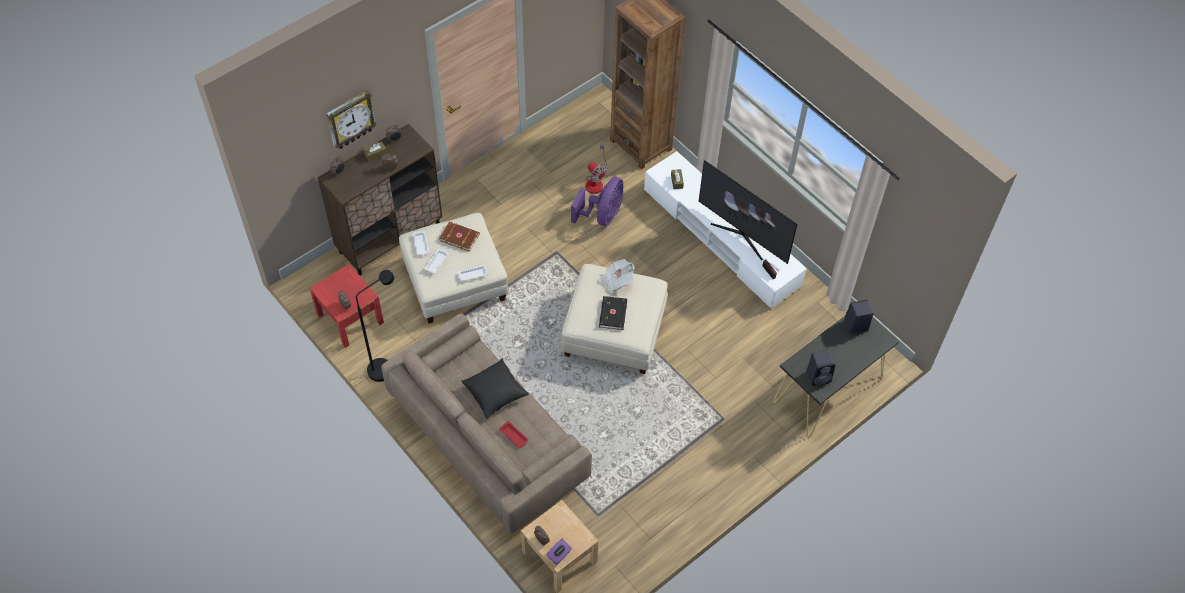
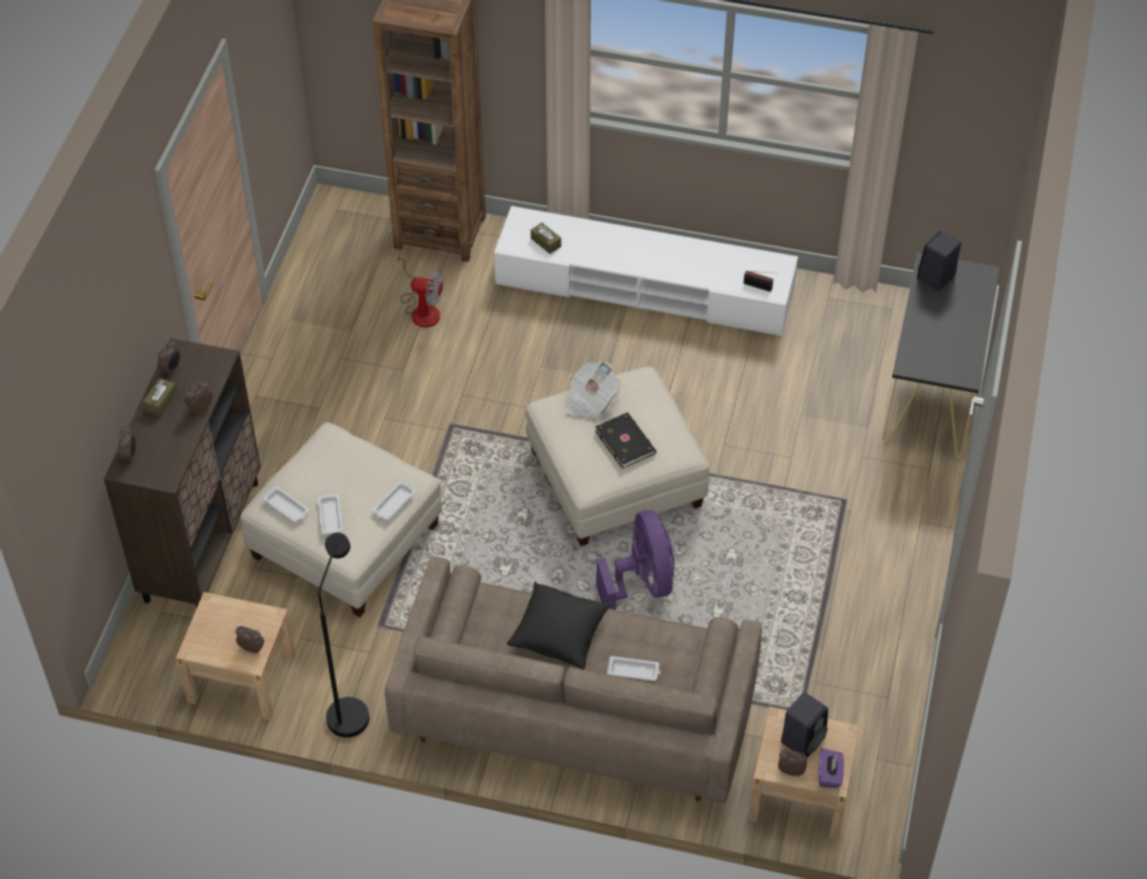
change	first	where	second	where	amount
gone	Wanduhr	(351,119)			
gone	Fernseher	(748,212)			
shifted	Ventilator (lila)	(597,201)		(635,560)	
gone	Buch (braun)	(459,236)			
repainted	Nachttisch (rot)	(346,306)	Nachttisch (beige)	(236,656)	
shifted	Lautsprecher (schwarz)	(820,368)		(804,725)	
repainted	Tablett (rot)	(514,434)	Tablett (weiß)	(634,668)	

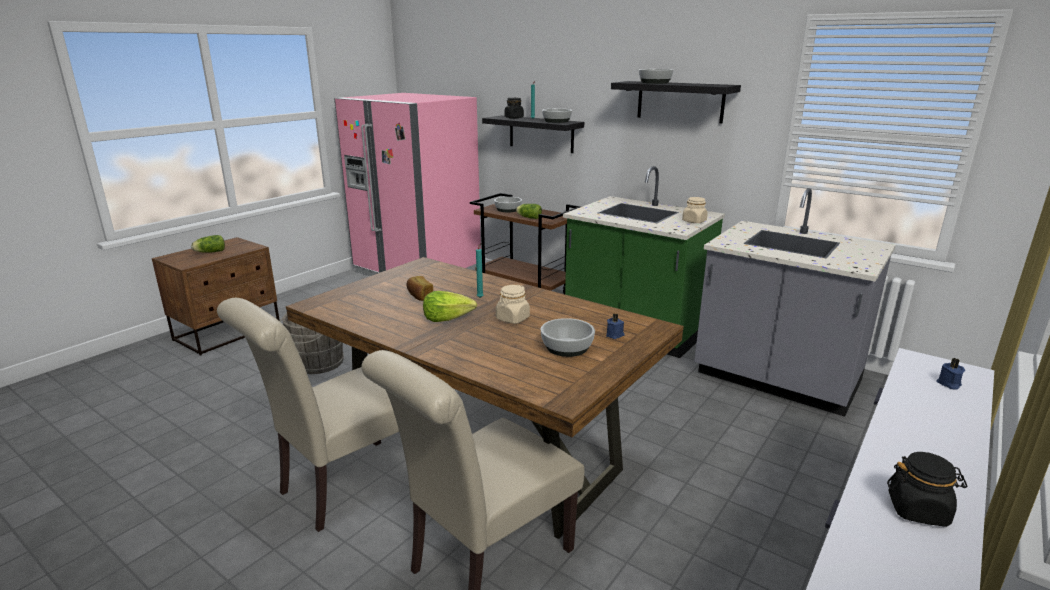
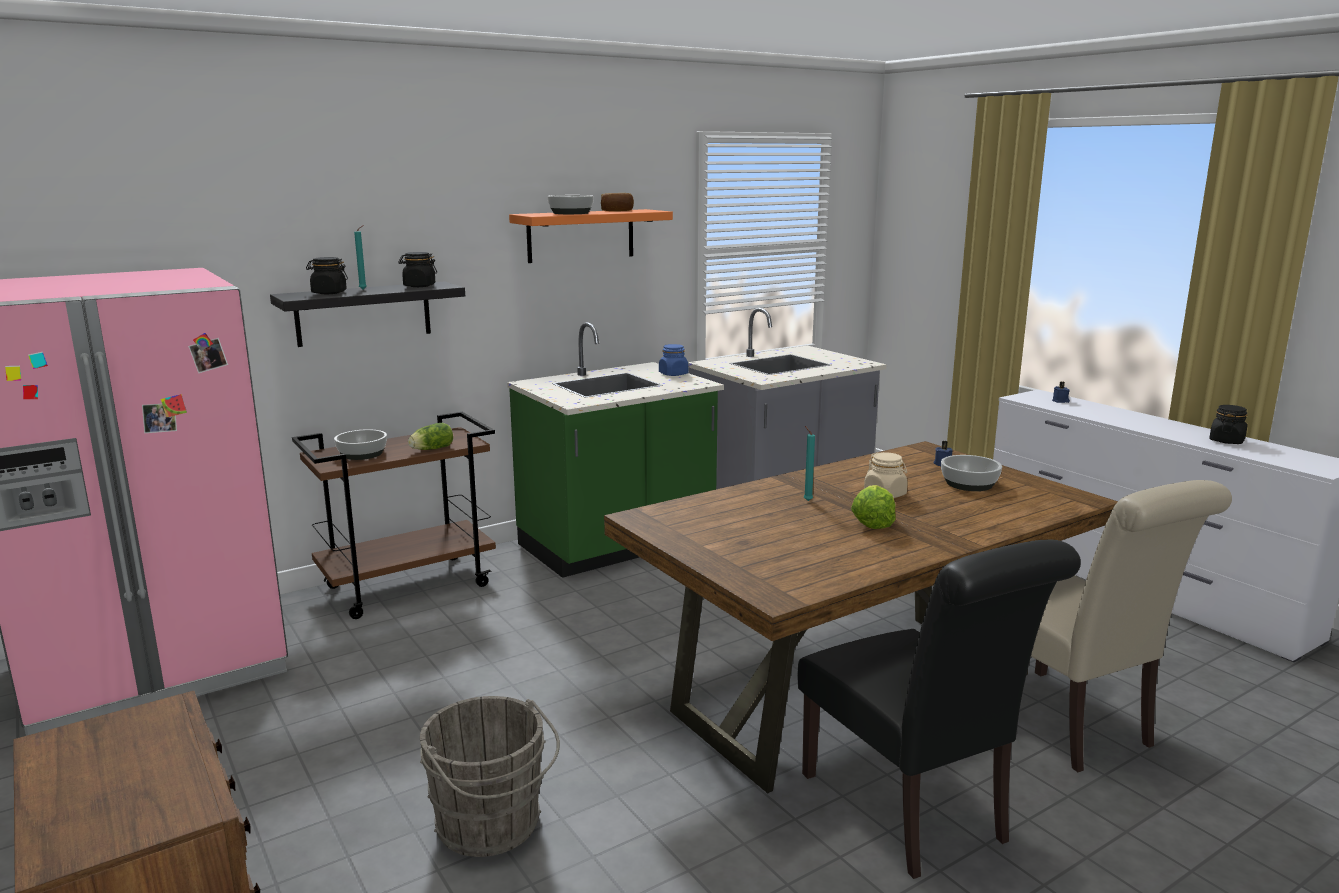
change	first	where	second	where	amount
repainted	Wandregal (schwarz)	(676,102)	Wandregal (orange)	(591,236)	
swapped	Schüssel	(557,116)	Vorratsglas (schwarz)	(417,269)	
repainted	Vorratsglas (beige)	(695,210)	Vorratsglas (blau)	(674,360)	
gone	Salatkopf	(208,244)			
shifted	Brot	(420,288)		(617,202)	
repainted	Stuhl (beige)	(308,415)	Stuhl (schwarz)	(939,709)	

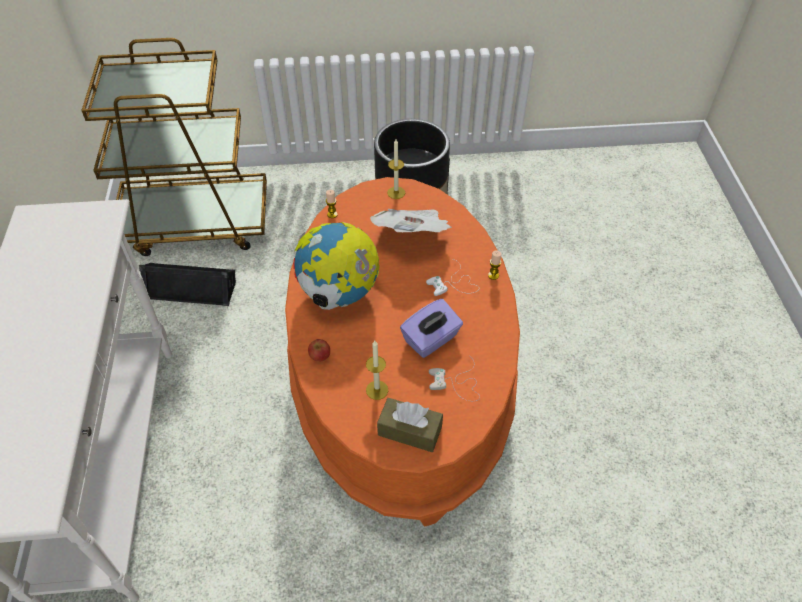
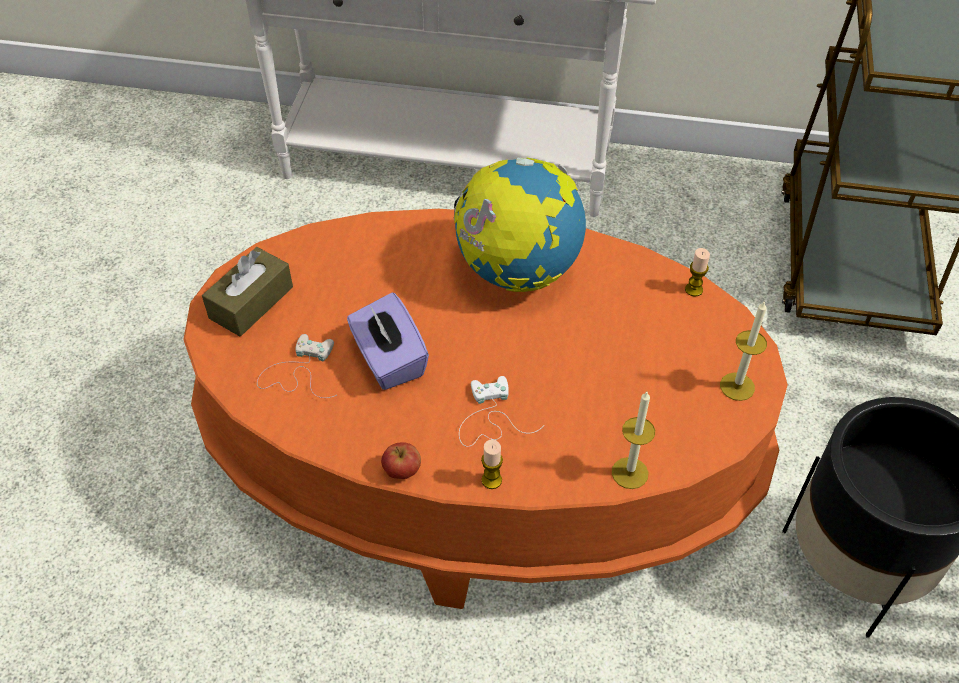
change	first	where	second	where	amount
gone	Zeitung	(411,220)			
gone	Lautsprecher (schwarz)	(187,284)			
shifted	Apfel	(319,350)		(401,461)	
shifted	Kerze	(377,370)		(633,440)	

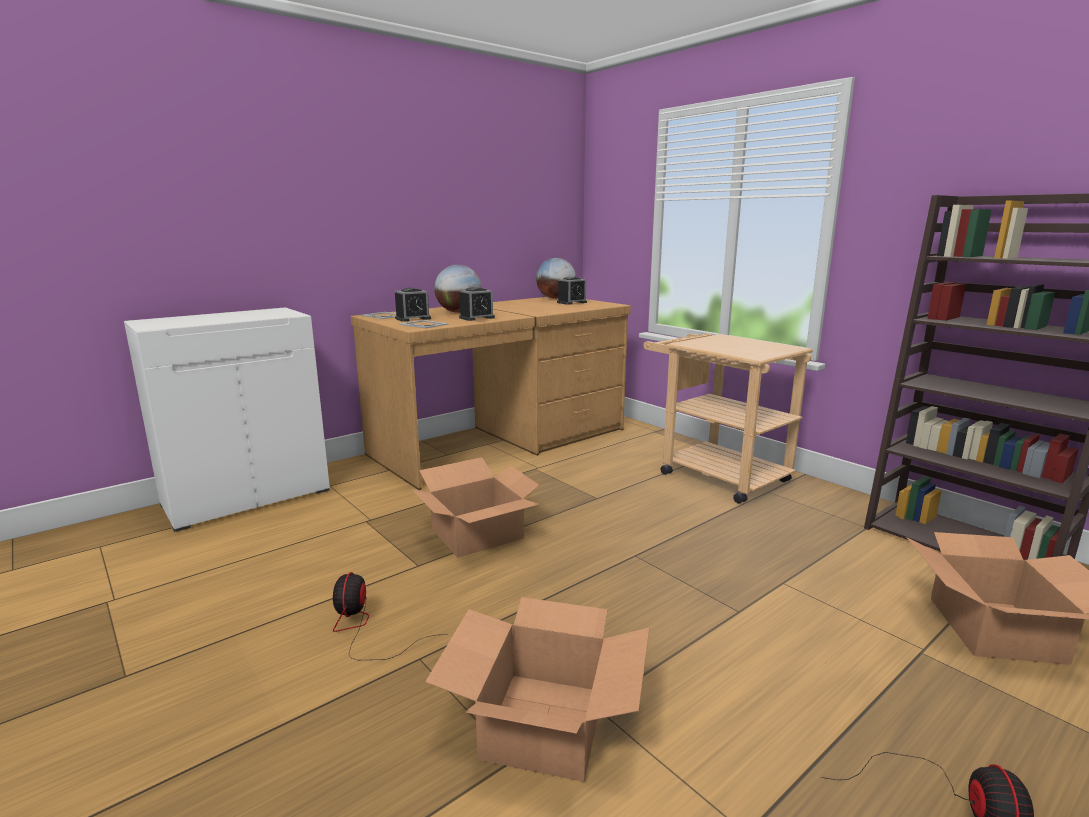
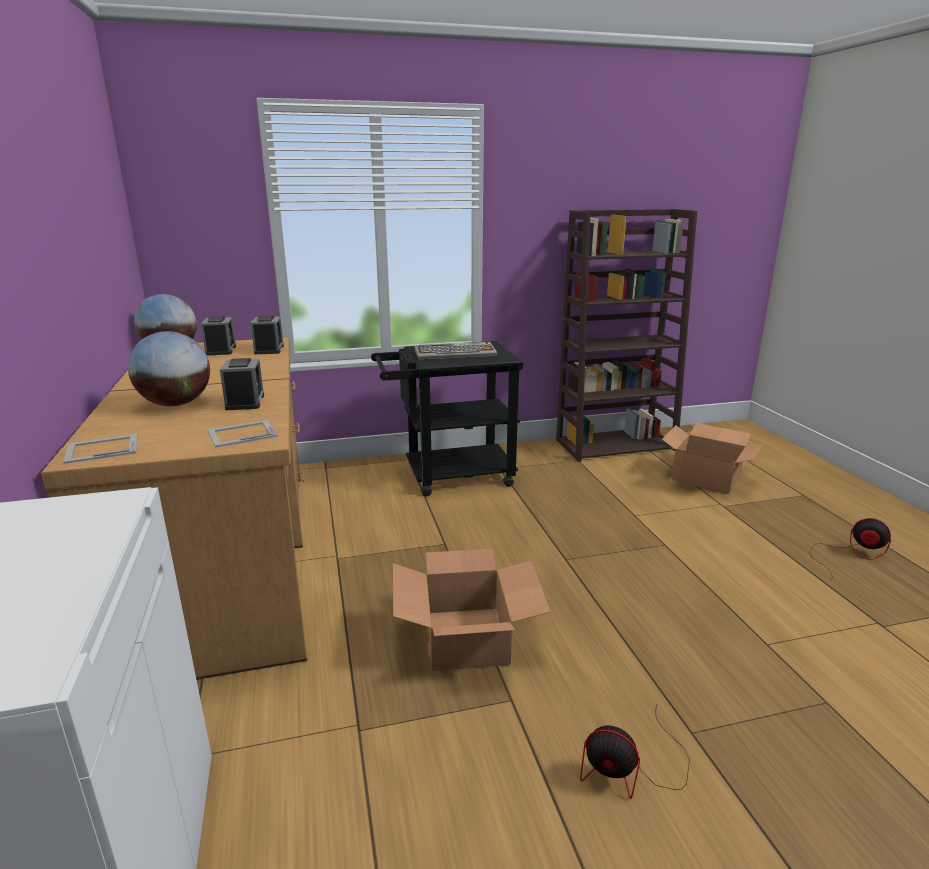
change	first	where	second	where	amount
shifted	Wecker	(413,304)		(267,335)	
repainted	Rollwagen (beige)	(728,418)	Rollwagen (schwarz)	(447,418)	
gone	Karton	(537,689)			
new			Tastatur	(455,351)	

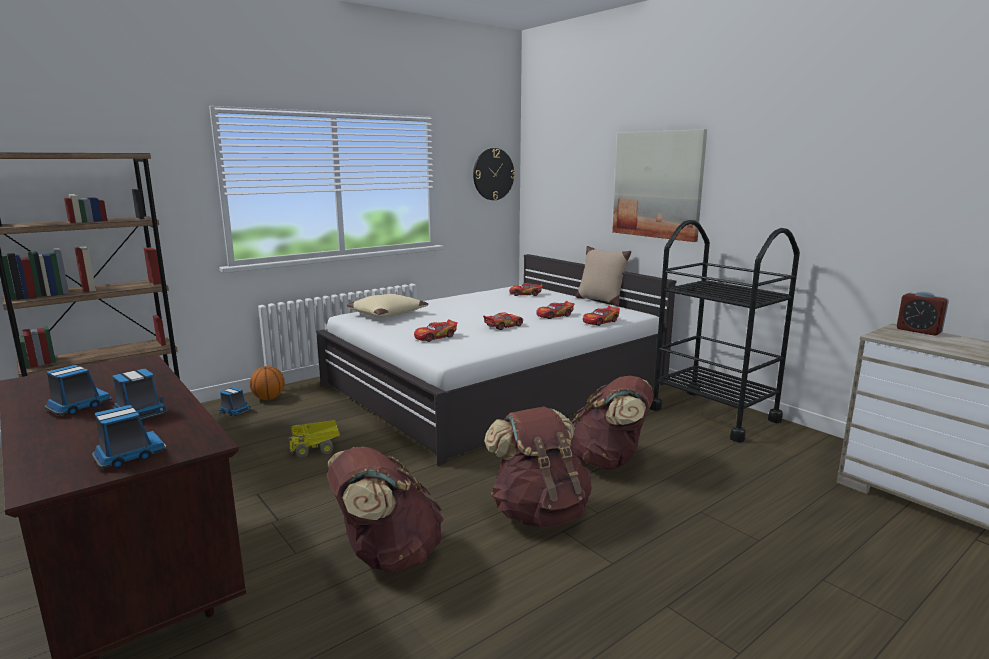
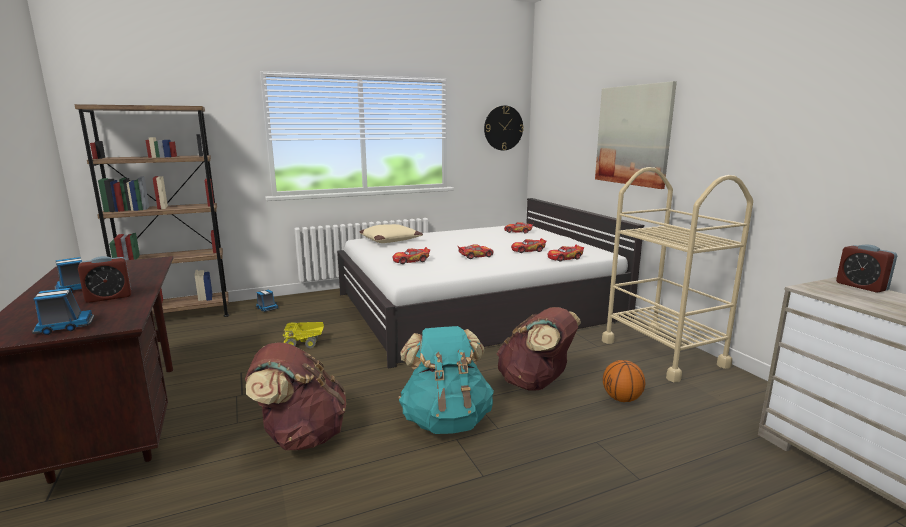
change	first	where	second	where	amount
repainted	Rollwagen (schwarz)	(725,331)	Rollwagen (beige)	(677,274)	
gone	Kissen (beige)	(603,276)			
shifted	Basketball	(267,383)		(624,381)	
swapped	Spielzeuglaster	(139,395)	Wecker	(104,279)	
repainted	Rucksack (braun)	(538,467)	Rucksack (türkis)	(446,380)	

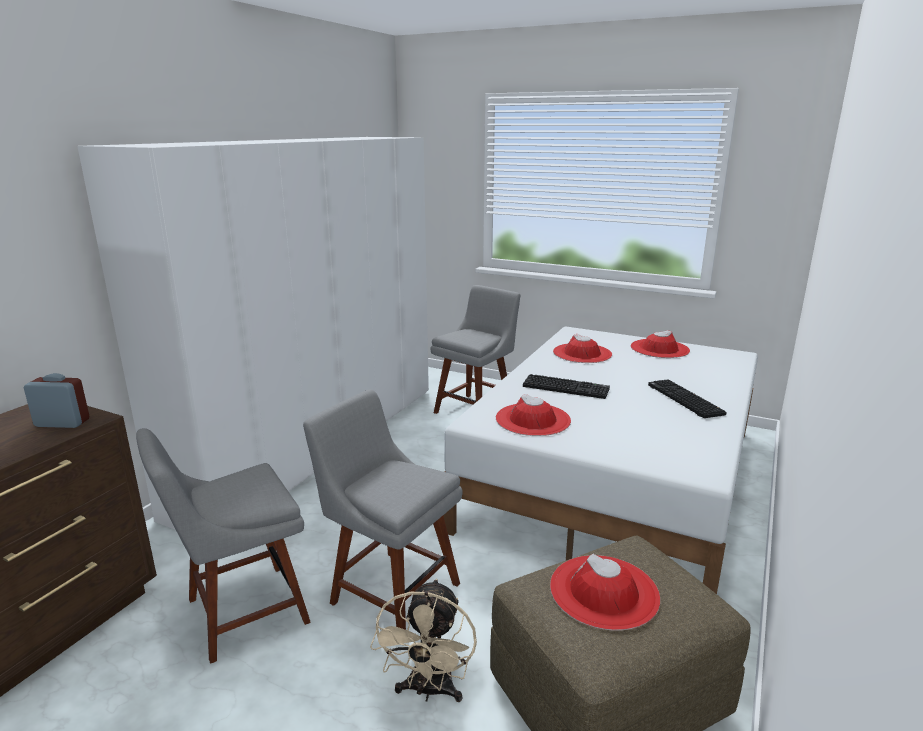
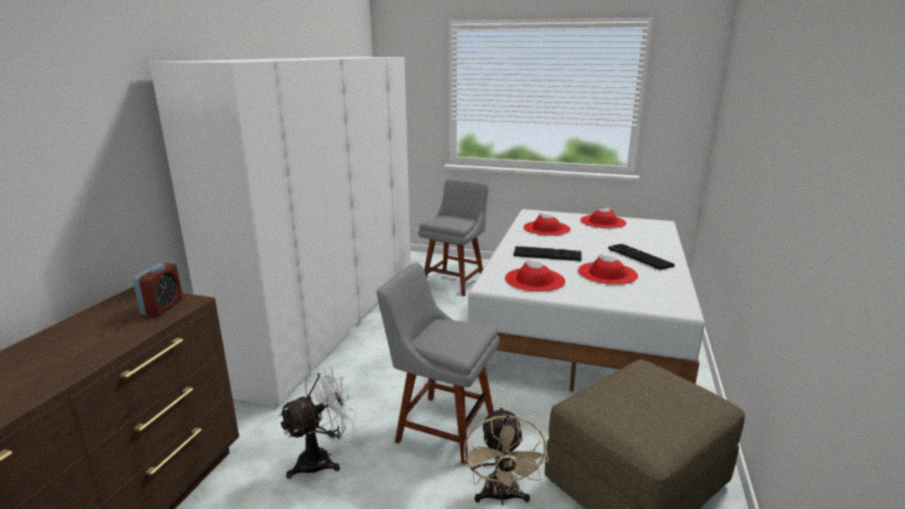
change	first	where	second	where	amount
rotated	Wecker	(56,400)		(158,289)	105 degrees clockwise
swapped	Stuhl (grau)	(223,546)	Ventilator (weiß)	(318,422)	
shifted	Hut (rot)	(605,592)		(608,269)	

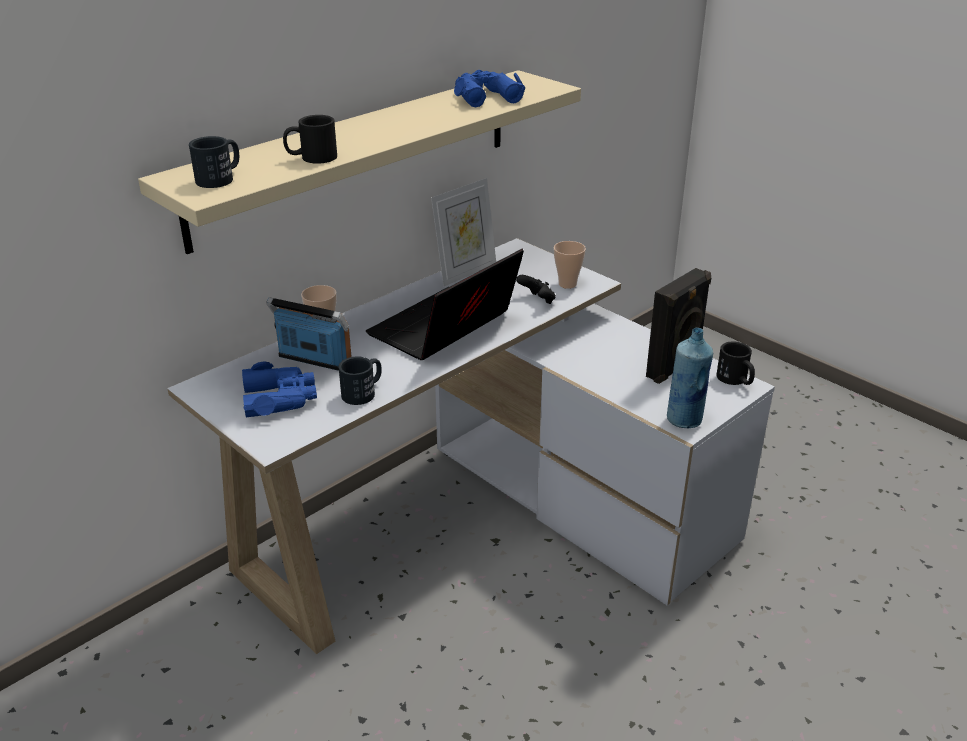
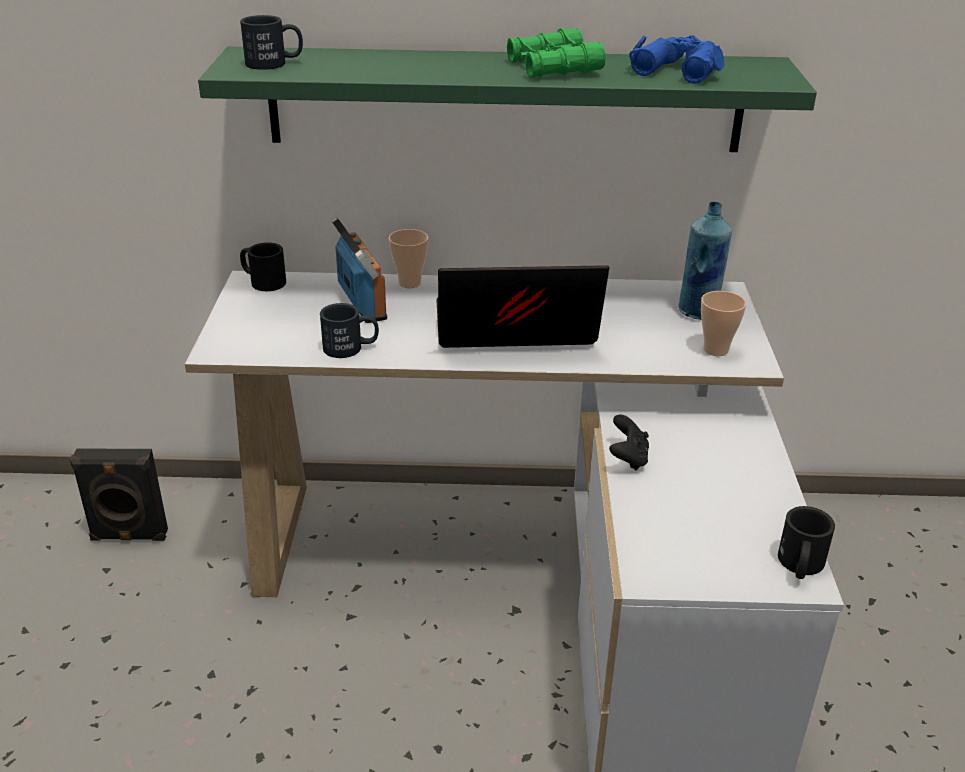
change	first	where	second	where	amount
repainted	Wandregal (beige)	(359,162)	Wandregal (grün)	(507,99)	
shifted	Henkelbecher (schwarz)	(310,139)		(263,266)	
gone	Bilderrahmen	(463,232)			
shifted	Lautsprecher (schwarz)	(678,326)		(119,495)	
shifted	Gamepad (schwarz)	(536,289)		(629,442)	
shifted	Flasche (blau)	(690,378)		(705,261)	
gone	Fernglas (blau)	(279,390)			
new			Fernglas (grün)	(556,53)	

